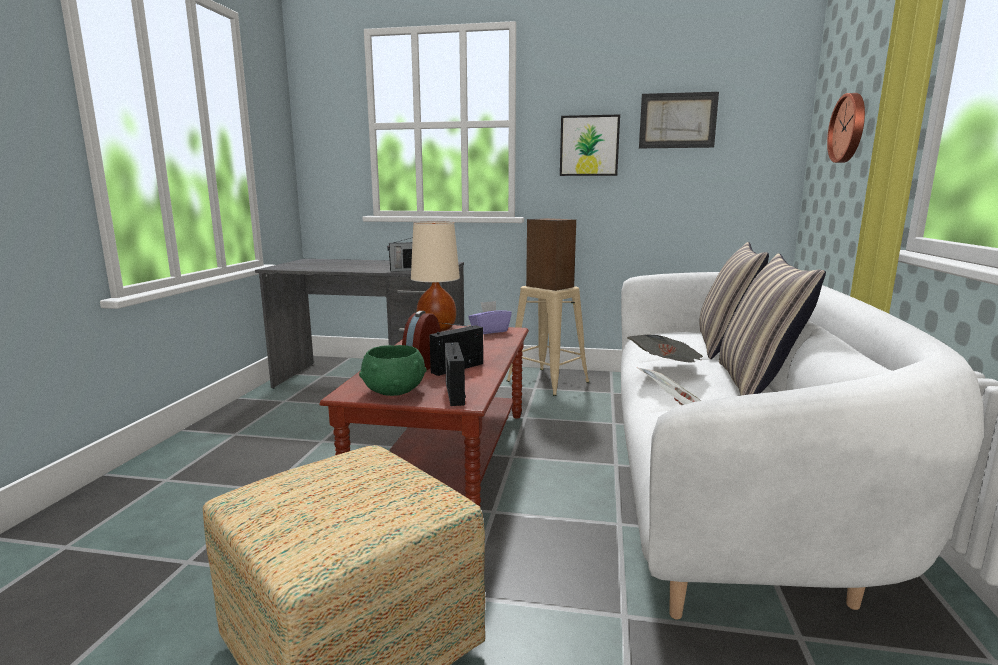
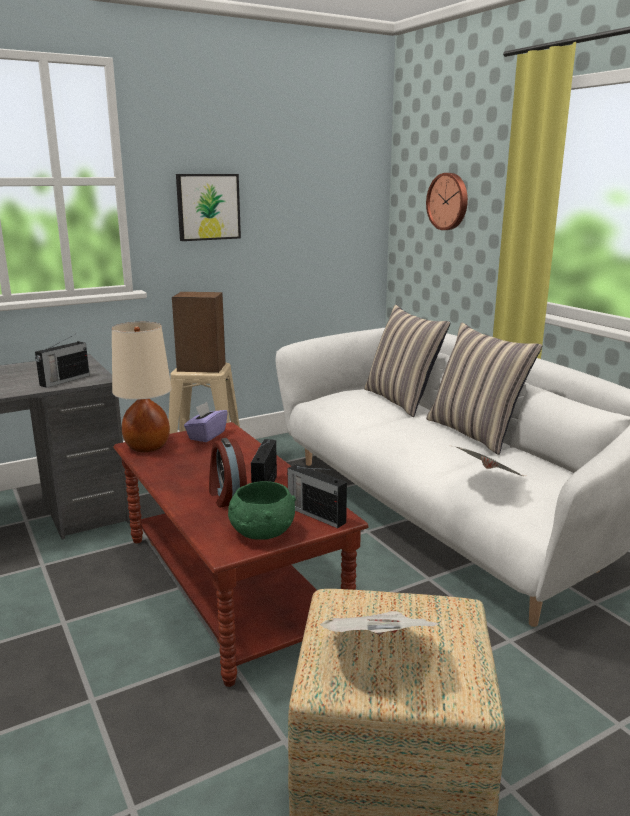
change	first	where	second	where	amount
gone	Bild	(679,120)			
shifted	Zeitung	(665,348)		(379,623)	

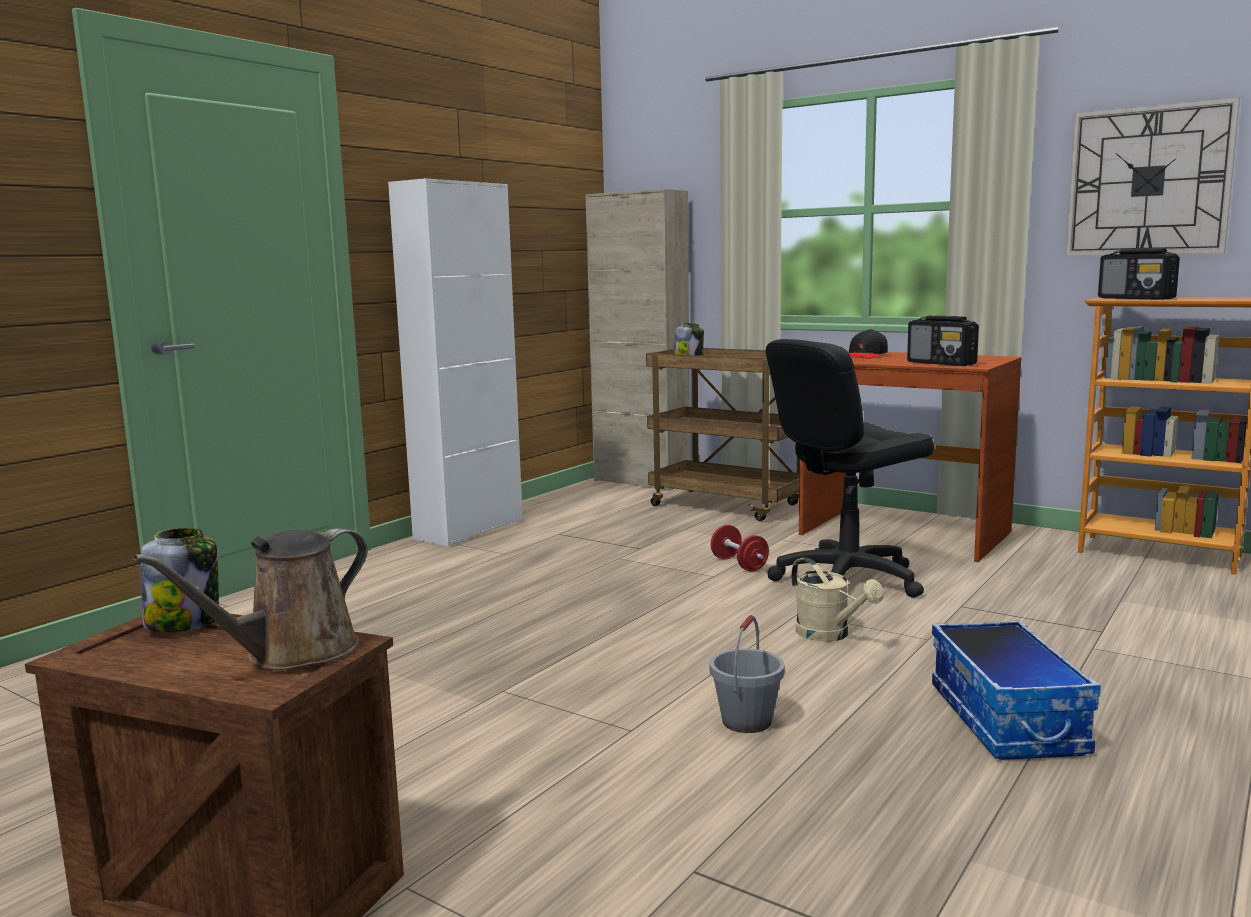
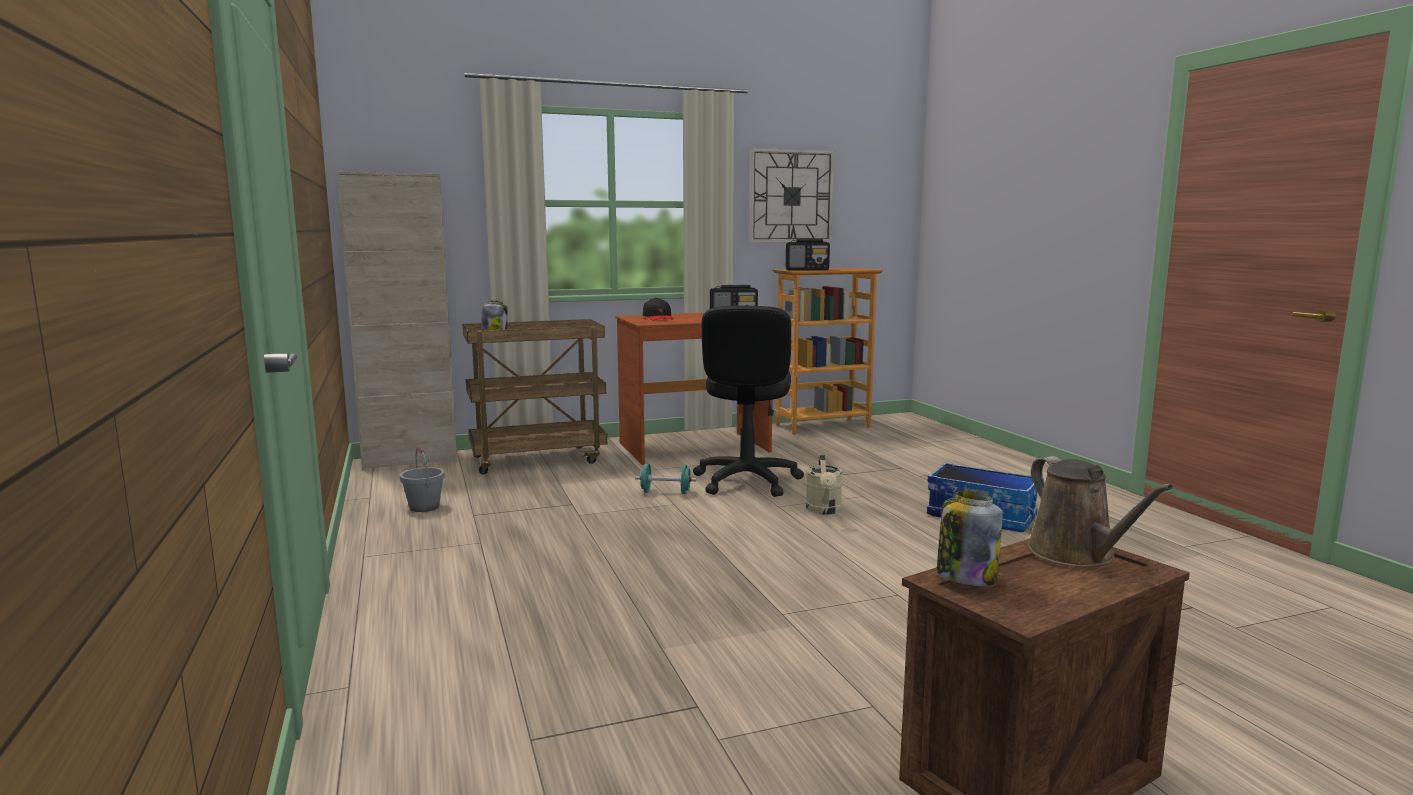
change	first	where	second	where	amount
gone	Schrank (weiß)	(455,362)			
repainted	Hantel (rot)	(740,548)	Hantel (türkis)	(665,479)	
rotated	Gießkanne (beige)	(837,599)		(824,485)	90 degrees clockwise
shifted	Eimer (grau)	(747,674)		(422,479)	

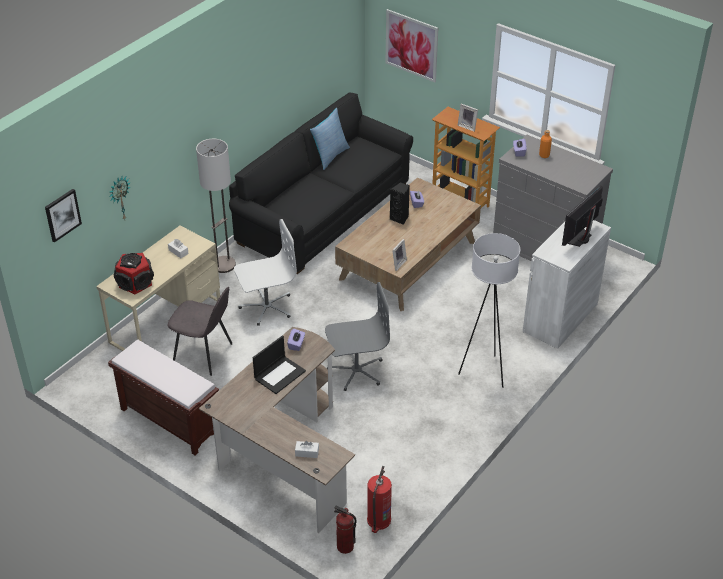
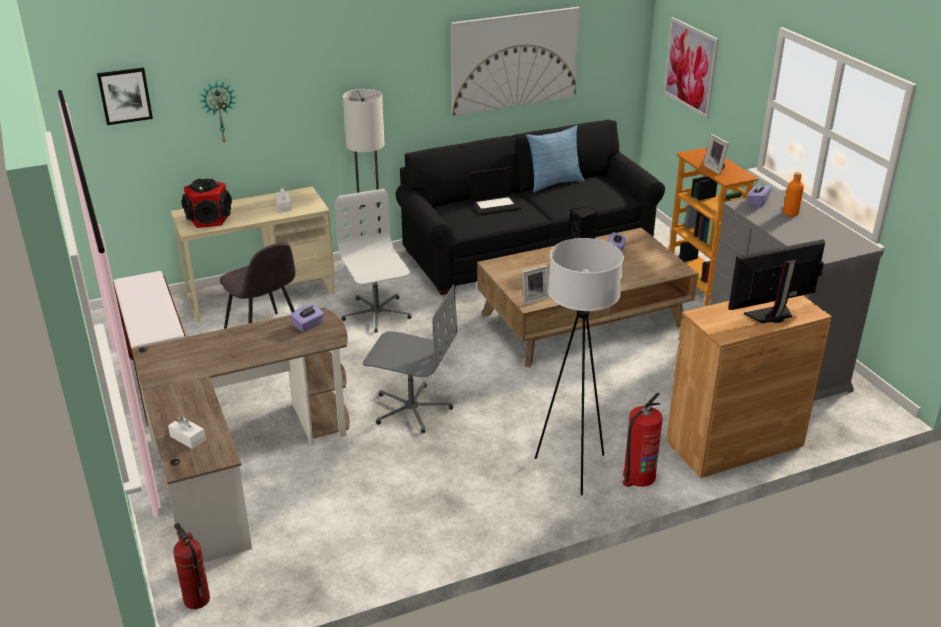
change	first	where	second	where	amount
rotated	Bürostuhl (weiß)	(265,272)		(373,261)	120 degrees counterclockwise
repainted	Schrank (weiß)	(567,284)	Schrank (braun)	(749,386)	
shifted	Laptop	(279,364)		(496,191)	
shifted	Feuerlöscher	(379,499)		(643,439)	
new			Bild	(515,61)	

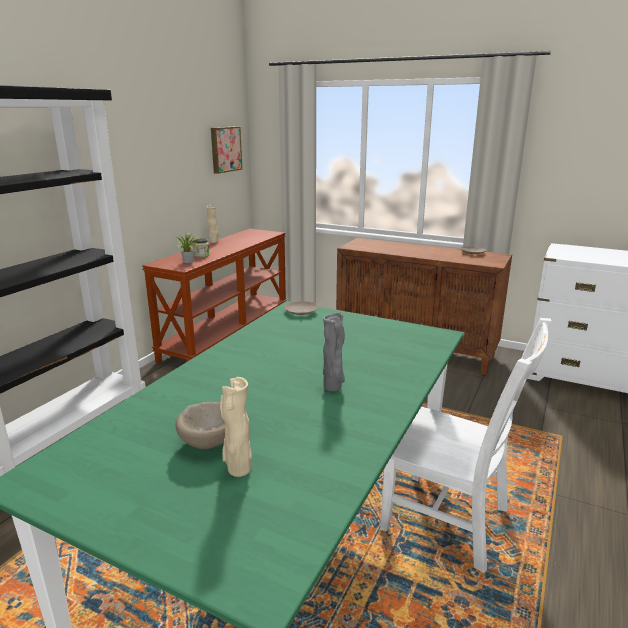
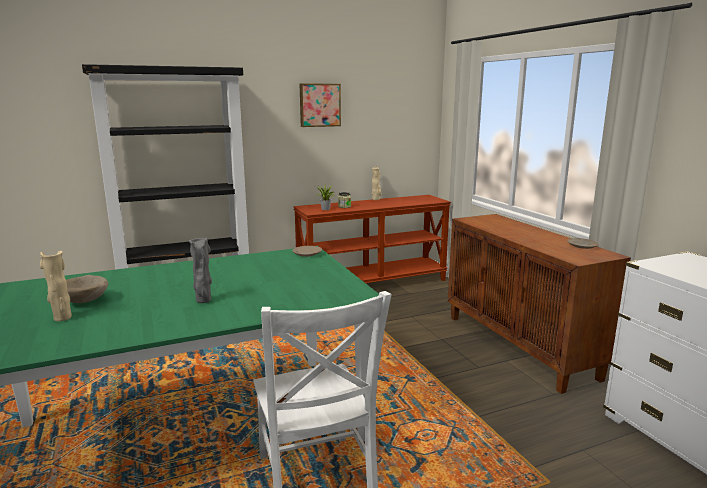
change	first	where	second	where	amount
shifted	Bild	(226,150)		(320,105)	

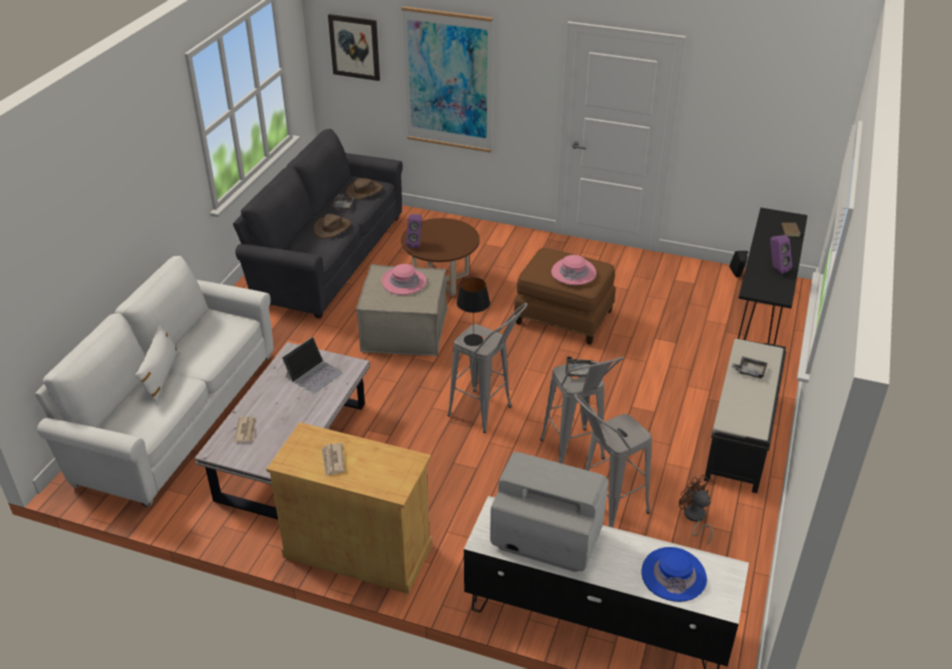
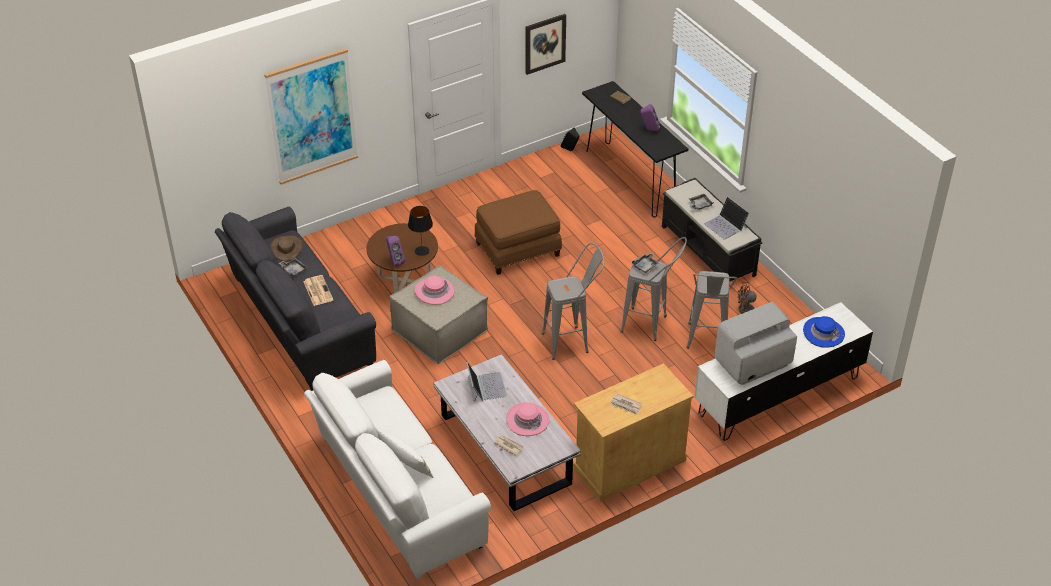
change	first	where	second	where	amount
shifted	Bild	(354,47)		(545,44)	
swapped	Hut (braun)	(332,226)	Zeitung	(318,290)	
shifted	Hut (rosa)	(573,270)		(527,419)	
shifted	Tischlampe (schwarz)	(473,311)		(420,231)	
new			Laptop	(726,218)	

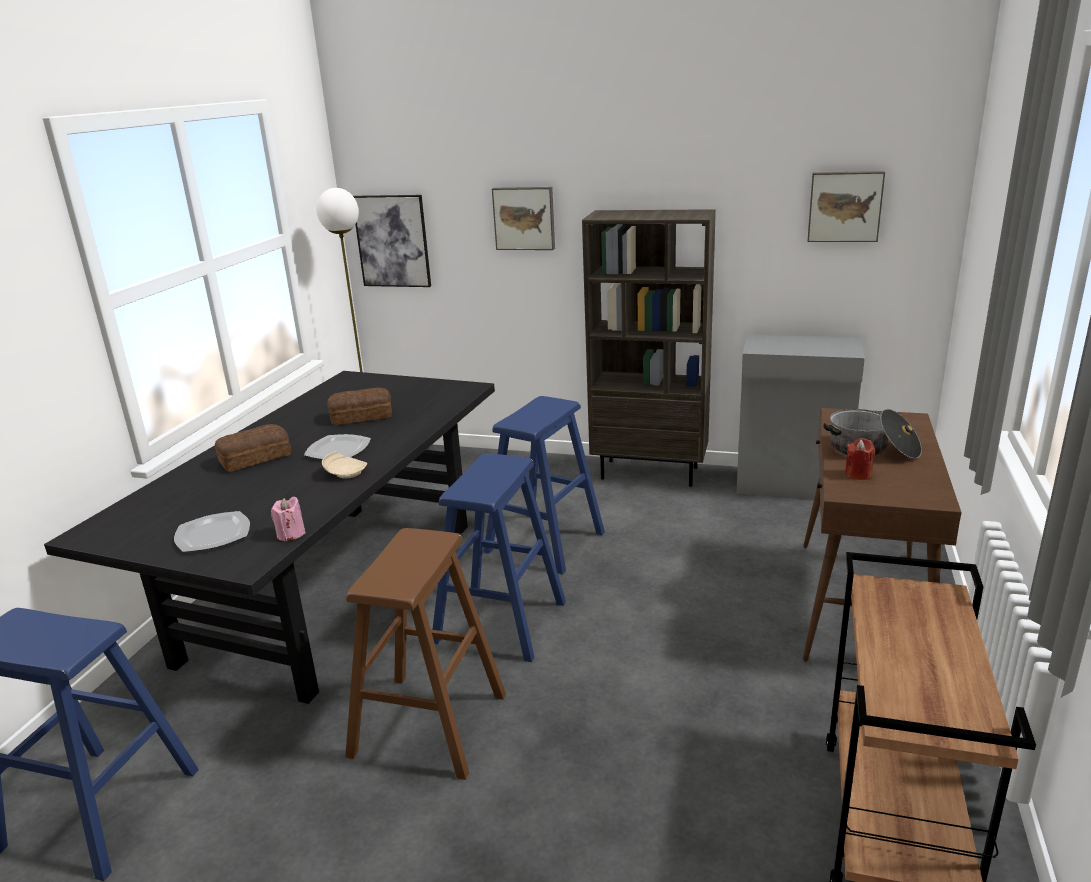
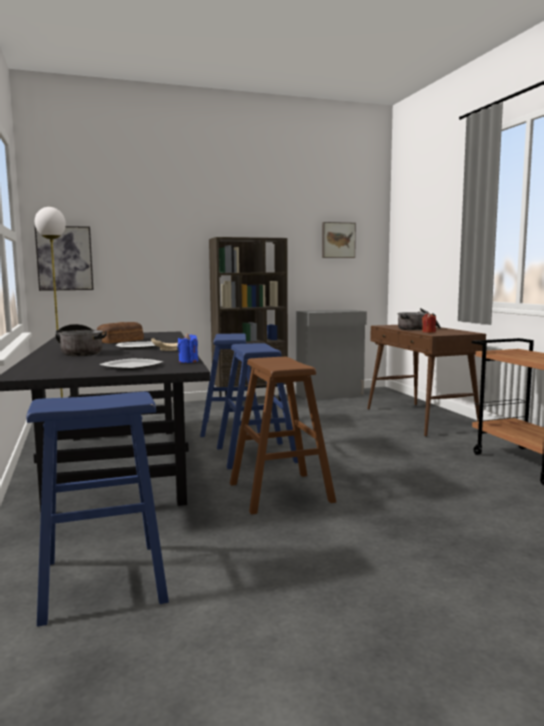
change	first	where	second	where	amount
gone	Bild	(523,218)			
swapped	Brot	(253,448)	Kochtopf	(81,340)	
repainted	Kerze (rosa)	(288,519)	Kerze (blau)	(188,348)	

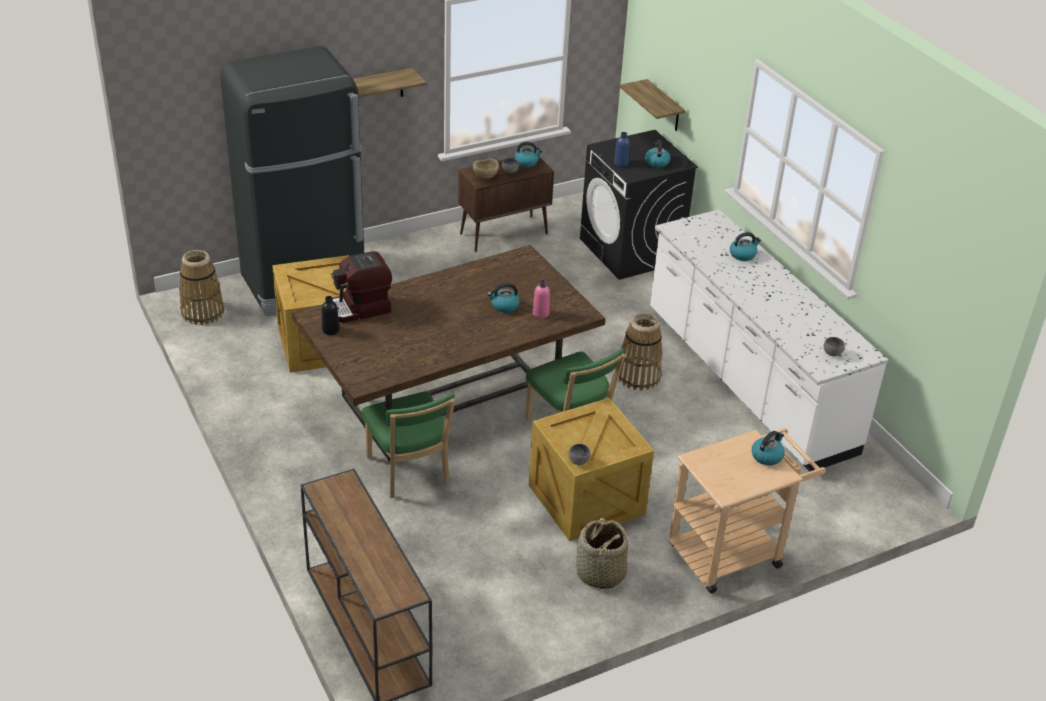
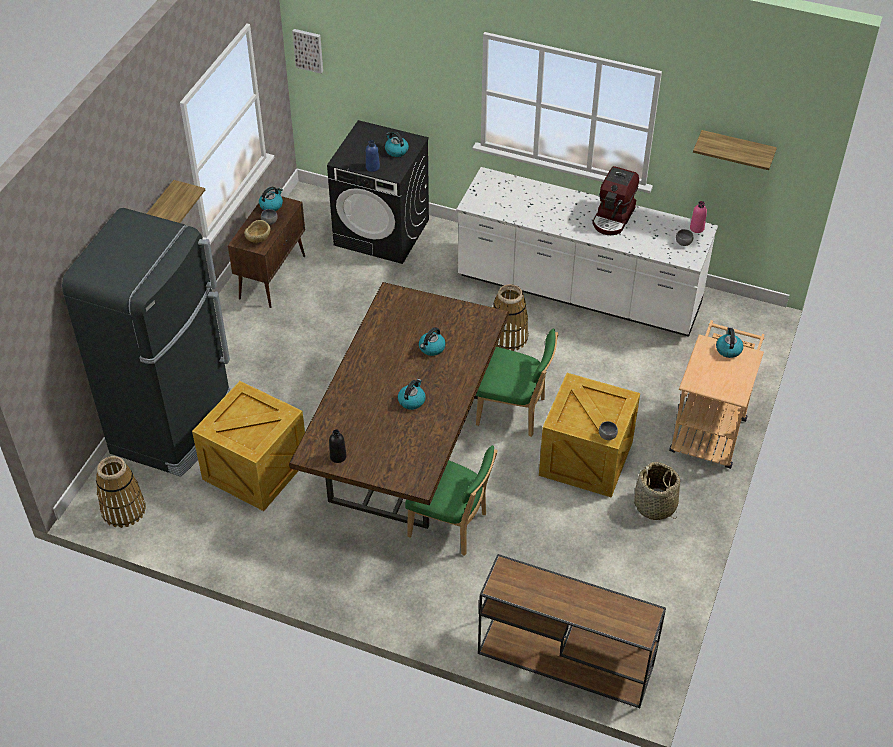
change	first	where	second	where	amount
shifted	Wandregal	(652,105)		(735,150)	
shifted	Wasserkessel	(745,246)		(412,394)	
shifted	Kaffeemaschine	(361,287)		(615,200)	
shifted	Flasche (rosa)	(541,299)		(698,217)	
new			Bild	(307,51)	

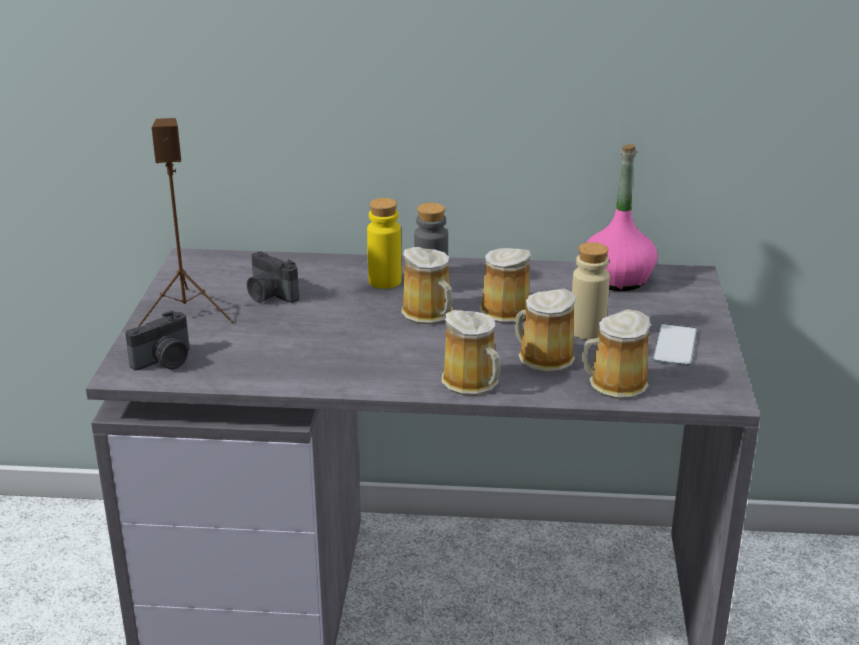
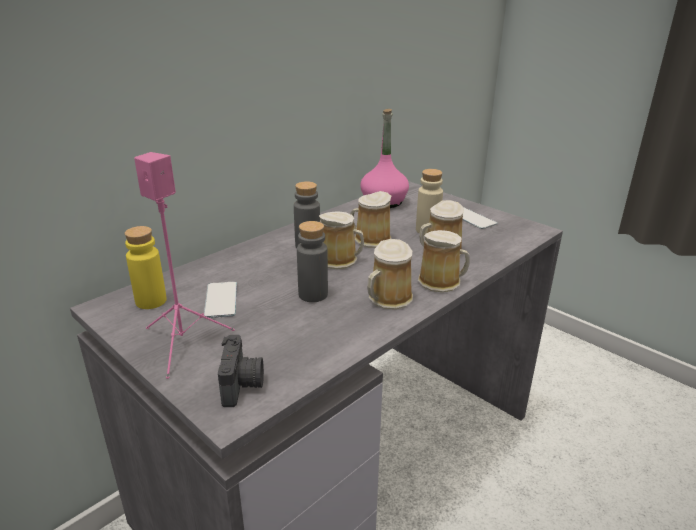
change	first	where	second	where	amount
repainted	Lautsprecher (braun)	(186,222)	Lautsprecher (rosa)	(184,265)	
shifted	Flasche (gelb)	(384,243)		(146,267)	
swapped	Kamera	(273,277)	Handy	(220,299)	
shifted	Henkelbecher	(616,354)		(390,274)	
new			Flasche (grau)	(312,261)	

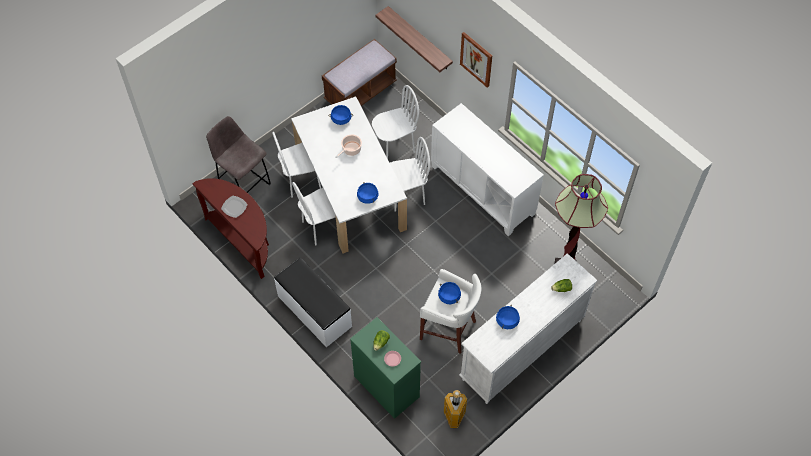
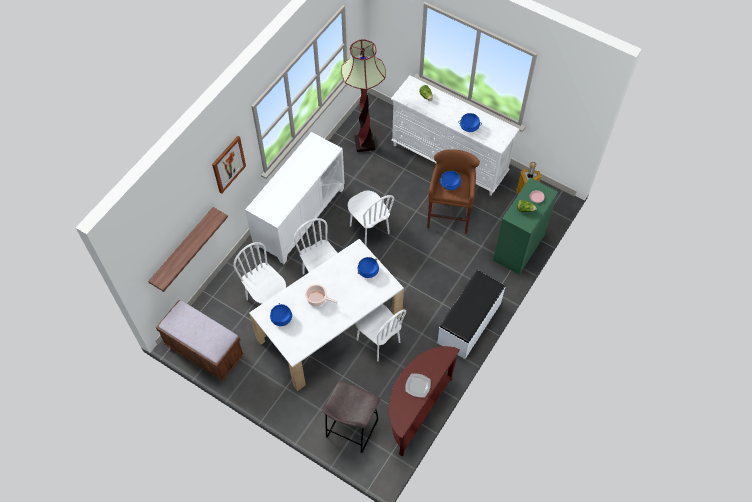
change	first	where	second	where	amount
shifted	Stuhl (weiß)	(296,165)		(371,218)	
repainted	Hocker (weiß)	(450,311)	Hocker (braun)	(453,191)	

